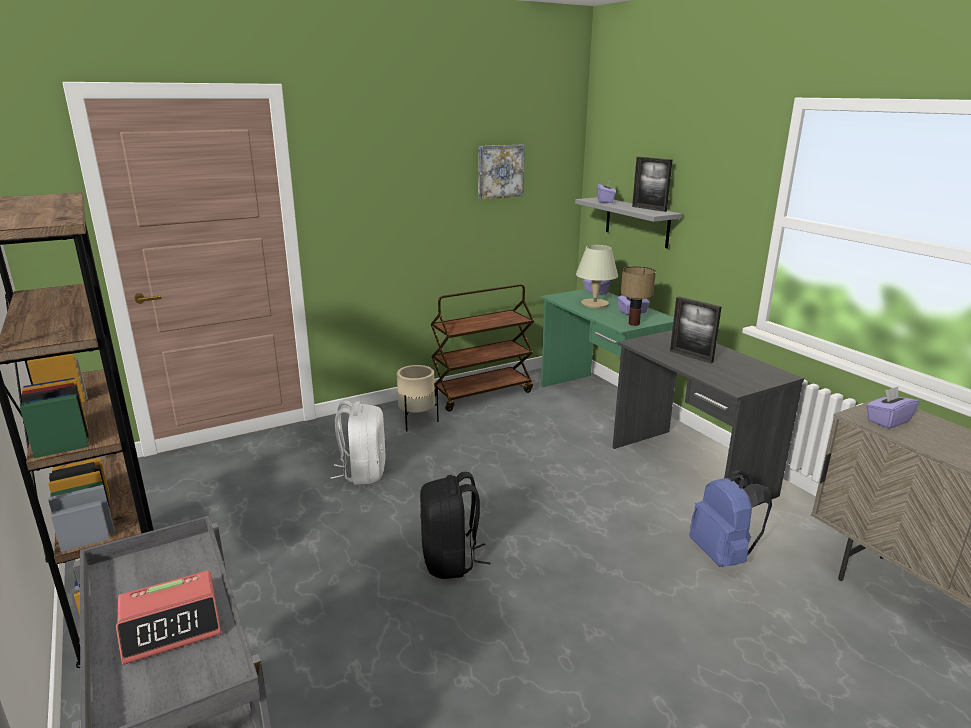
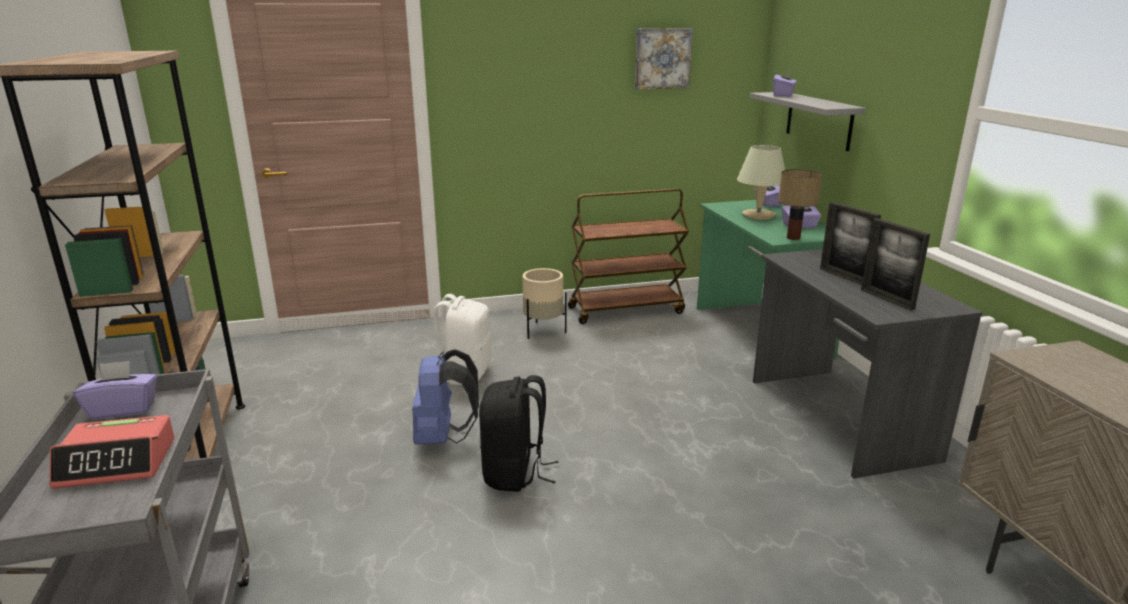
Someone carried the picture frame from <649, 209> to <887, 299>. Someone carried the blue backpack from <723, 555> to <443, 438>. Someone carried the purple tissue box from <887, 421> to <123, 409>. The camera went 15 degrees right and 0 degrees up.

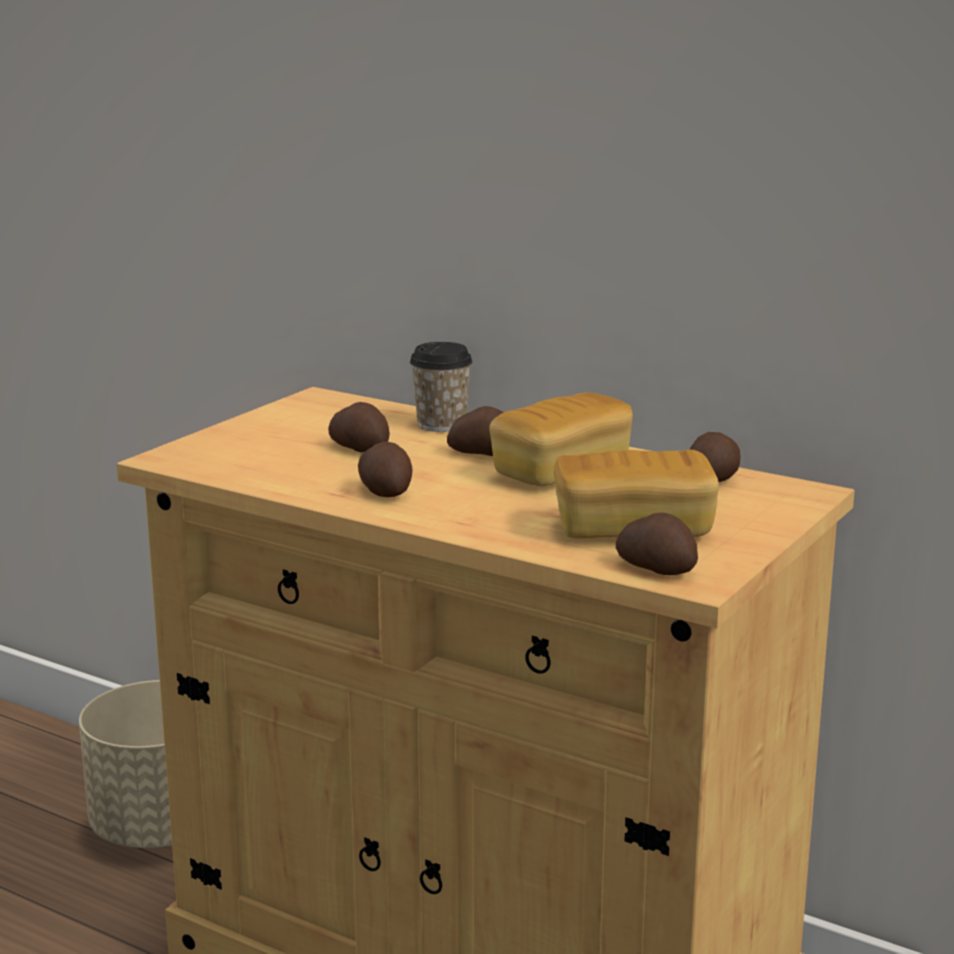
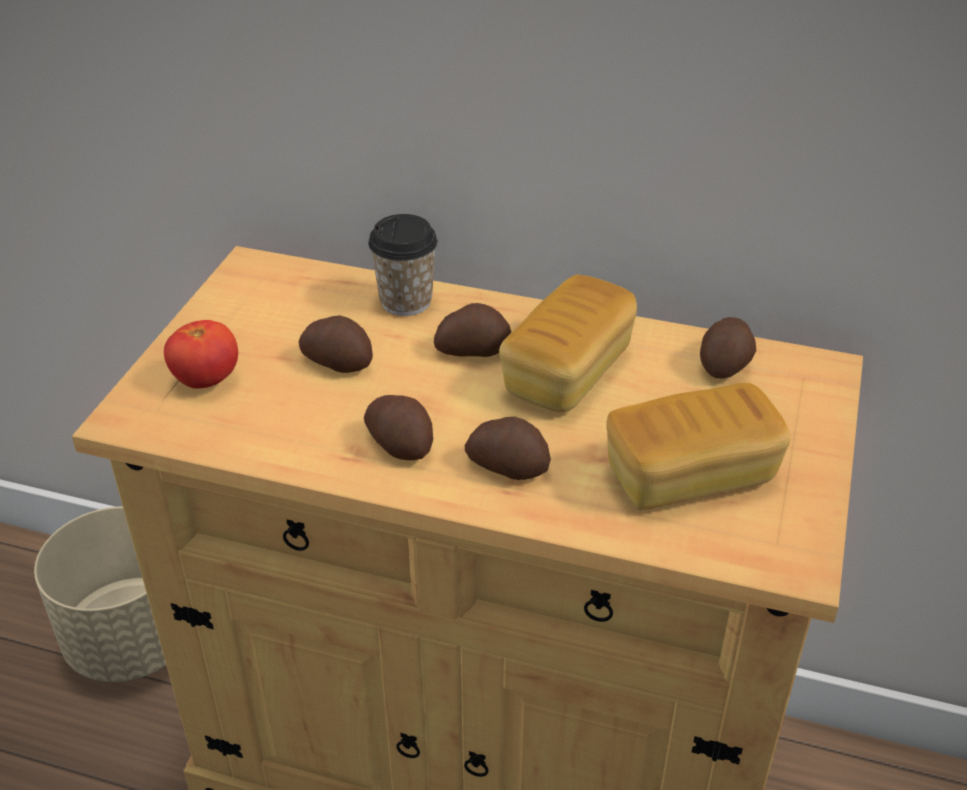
Someone put down the tomato at <206, 380>. Someone carried the potato from <657, 568> to <508, 465>. The camera went 15 degrees left and 20 degrees up.

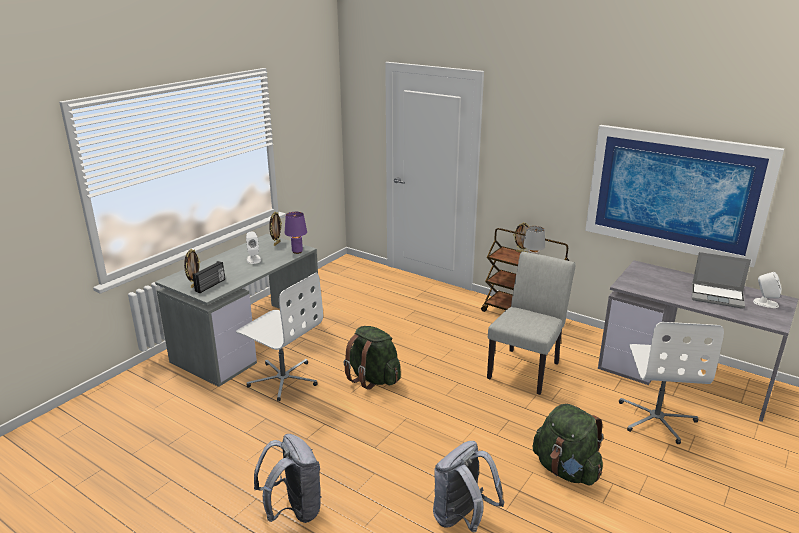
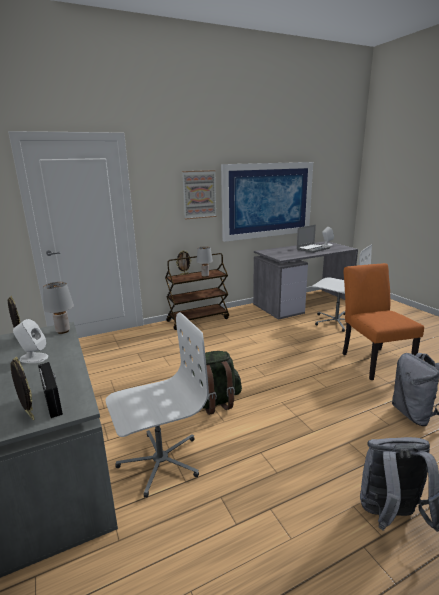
Someone took away the grey chair at <526, 367>. Someone put up the picture at <199, 194>. Someone swapped the green backpack at <566, 470> for the orange chair at <372, 360>. Someone repainted the purple table lamp at <297, 251>, which became the grey table lamp at <63, 331>. The camera went 60 degrees left and 5 degrees down.

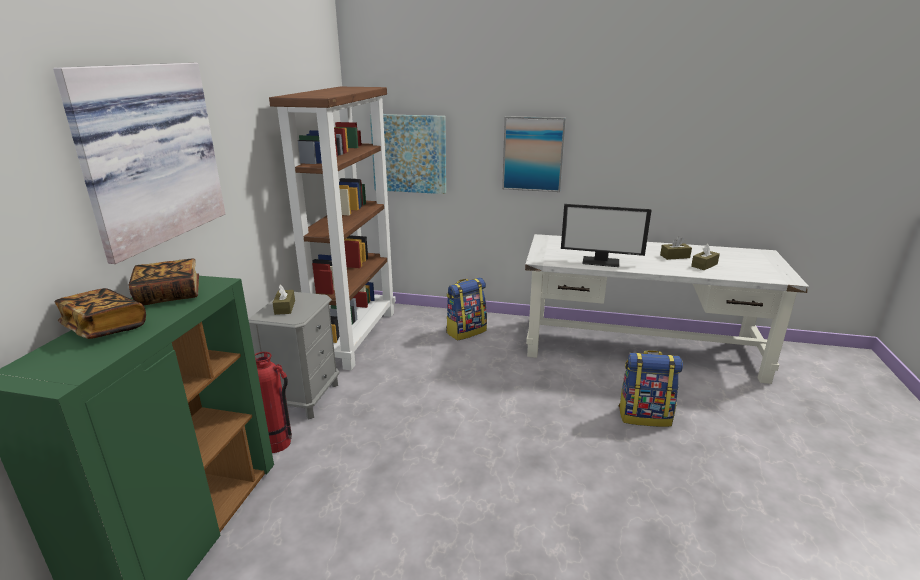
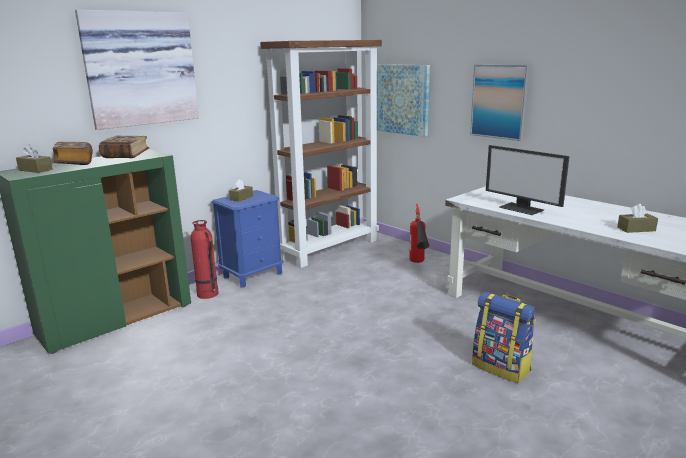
Someone carried the brown tissue box from <675, 256> to <35, 170>. Someone swapped the backpack at <466, 331> for the fire extinguisher at <418, 265>. Someone repainted the grey nightstand at <304, 397>, which became the blue nightstand at <253, 275>. The camera went 35 degrees right and 5 degrees down.

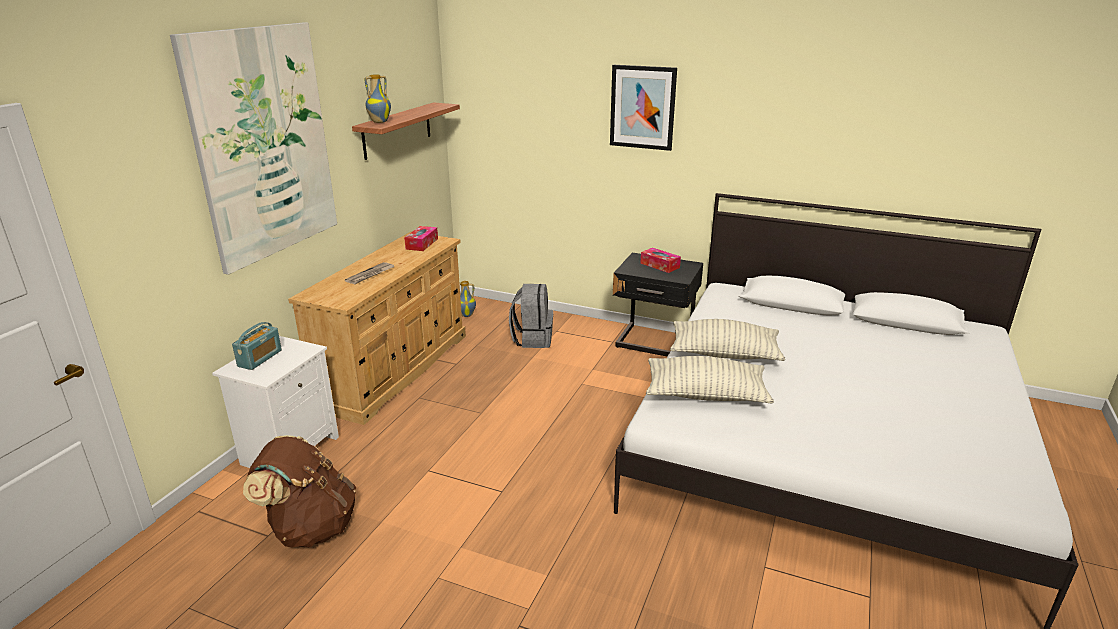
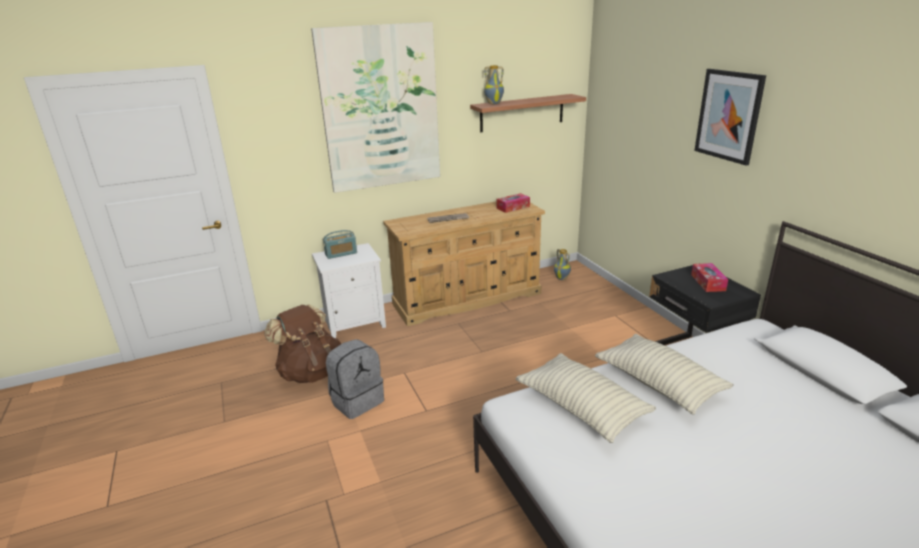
Someone carried the grey backpack from <532, 339> to <357, 401>. The camera went 45 degrees right and 0 degrees up.

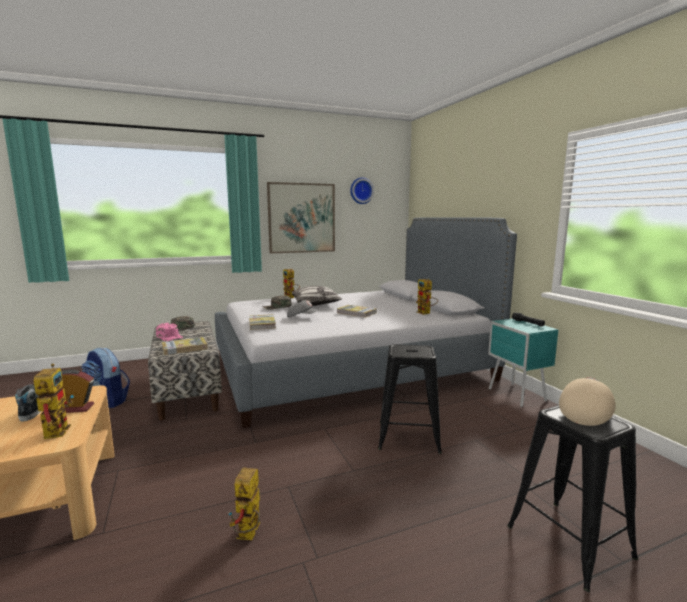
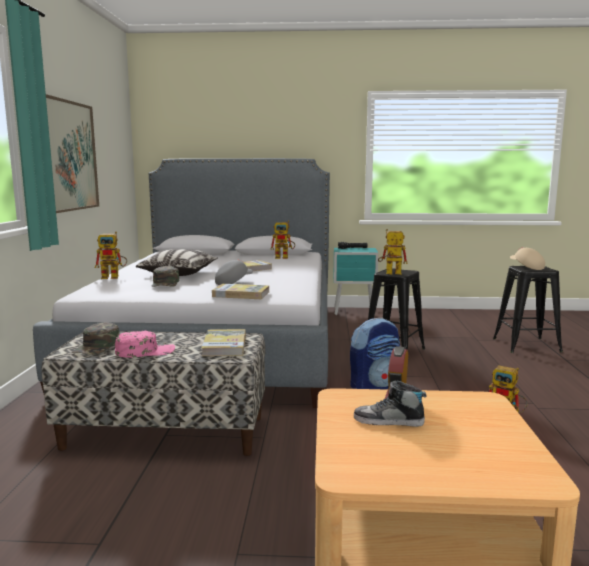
Someone took away the wall clock at <361, 190>. Someone carried the toy robot from <56, 429> to <389, 273>. Someone carried the backpack from <108, 401> to <374, 387>. The camera went 65 degrees left and 0 degrees up.

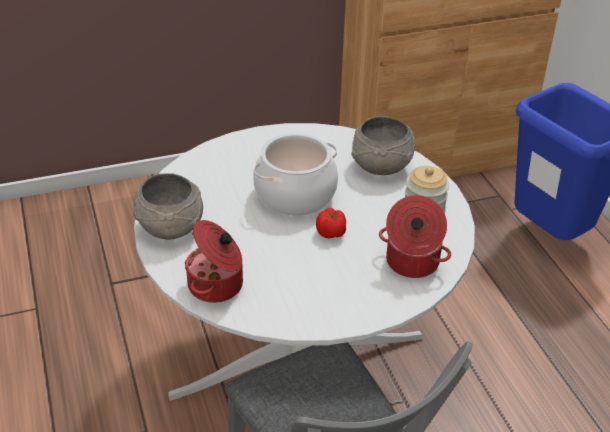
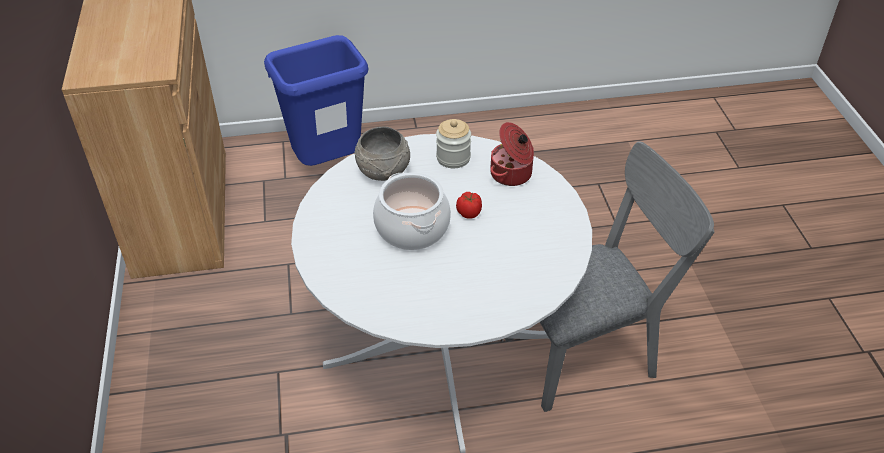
Someone took away the grey bowl at <170, 226>. Someone took away the cooking pot at <217, 285>. The camera went 80 degrees left and 5 degrees up.

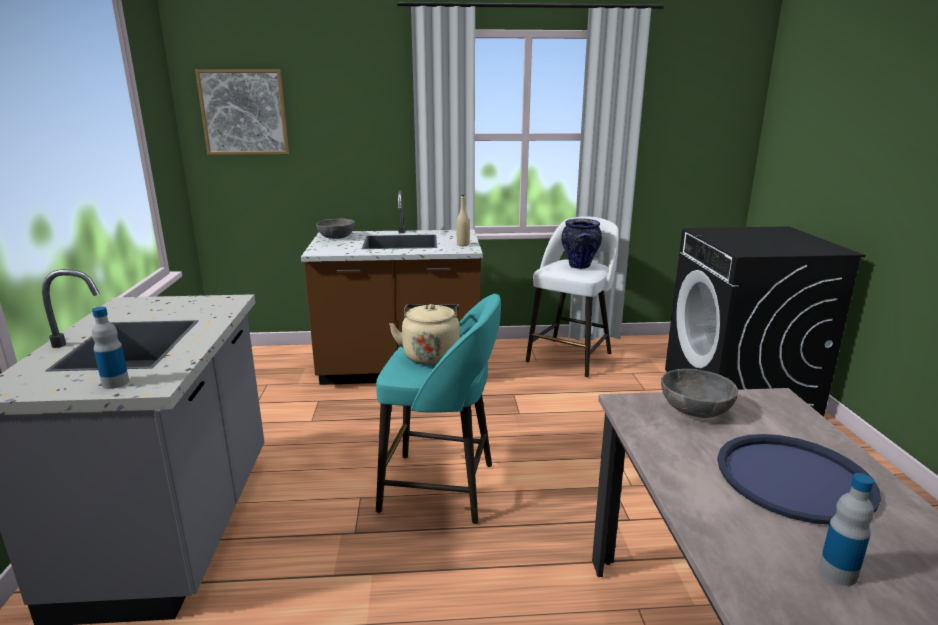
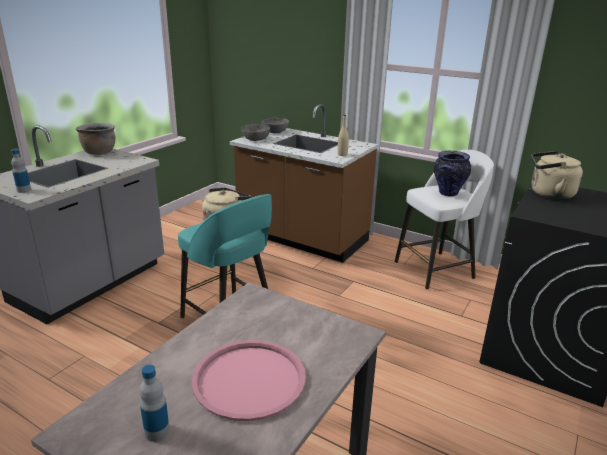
Someone took away the picture at <244, 112>. Someone put down the brown cooking pot at <99, 152>. Someone put down the beige kettle at <548, 194>. Someone carried the grey bowl from <695, 409> to <255, 139>. Someone repainted the blue tray at <793, 478>, which became the pink tray at <249, 379>. The camera went 35 degrees right and 5 degrees up.

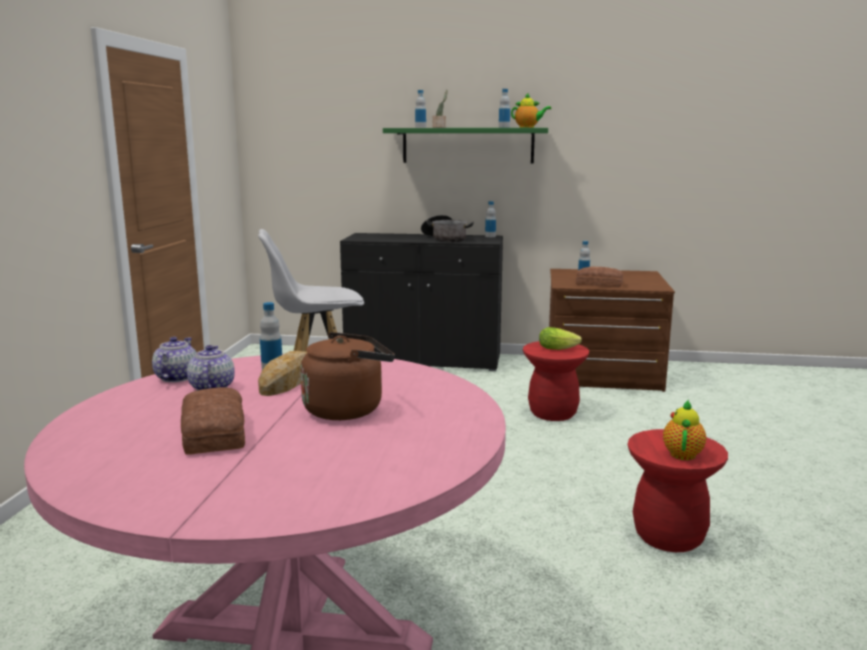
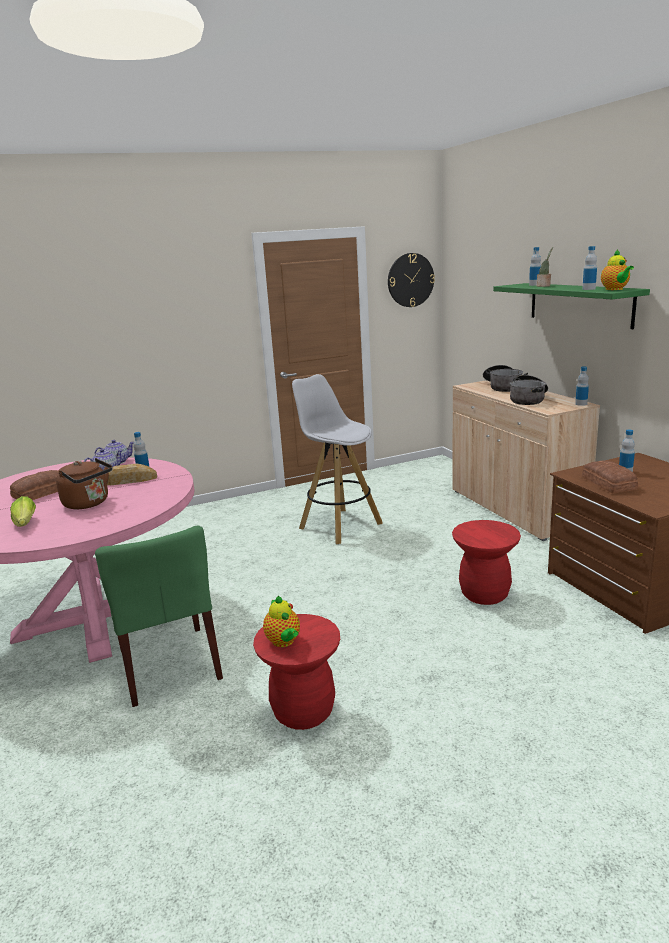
Someone put down the green chair at <170, 664>. Someone put up the wall clock at <410, 280>. Someone put down the cooking pot at <503, 387>. Someone carried the lettuce from <560, 348> to <25, 524>. Someone repainted the black cabinet at <423, 360>, which became the beige cabinet at <515, 508>. Someone rotated the teapot at <682, 453> by 75 degrees clockwise. The camera went 60 degrees right and 5 degrees up.

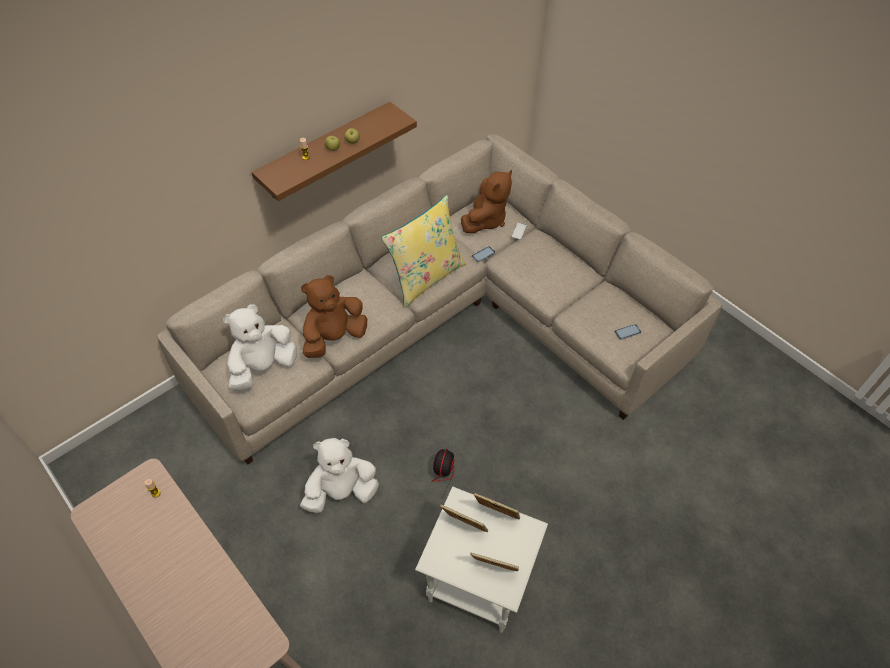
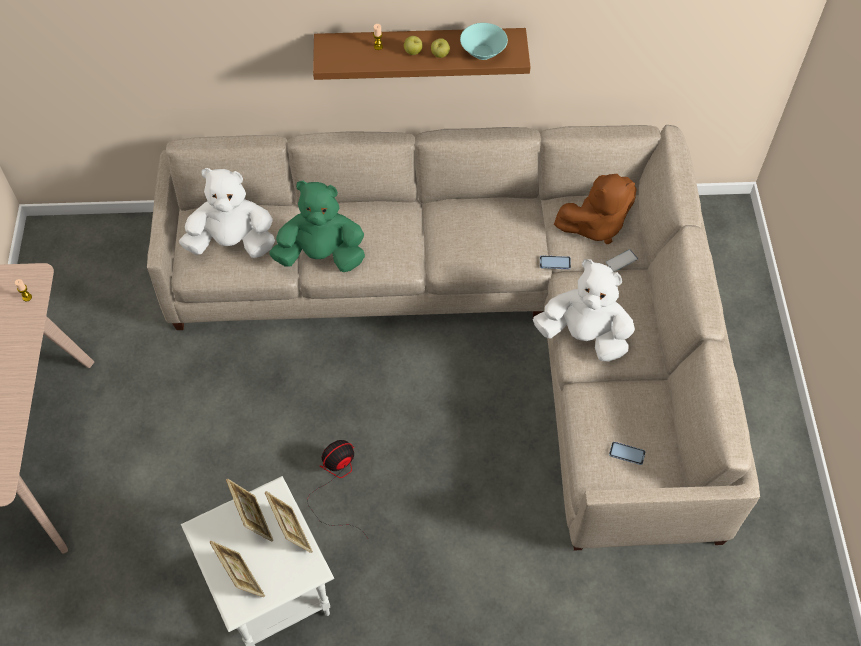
Someone took away the yellow pillow at <425, 277>. Someone put down the turquoise bowl at <482, 52>. Someone carried the white plush toy from <341, 492> to <584, 336>. Someone repainted the brown plush toy at <334, 338>, which became the green plush toy at <321, 255>. The camera went 40 degrees right and 5 degrees up.

